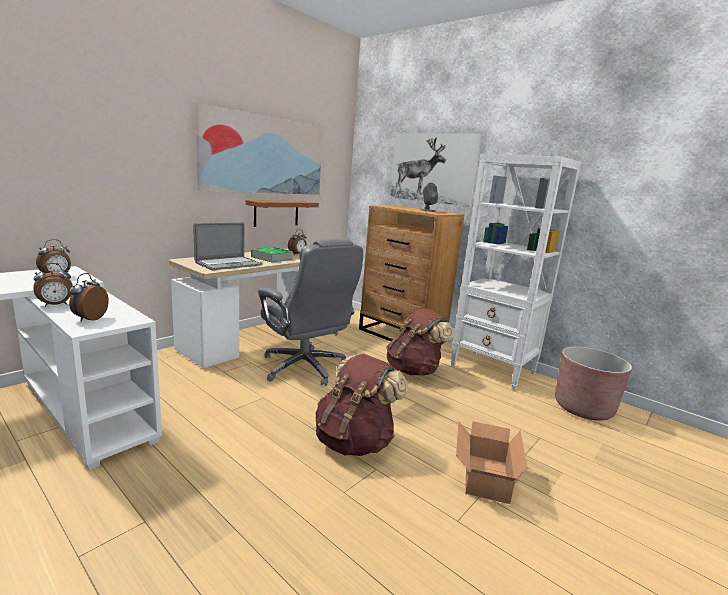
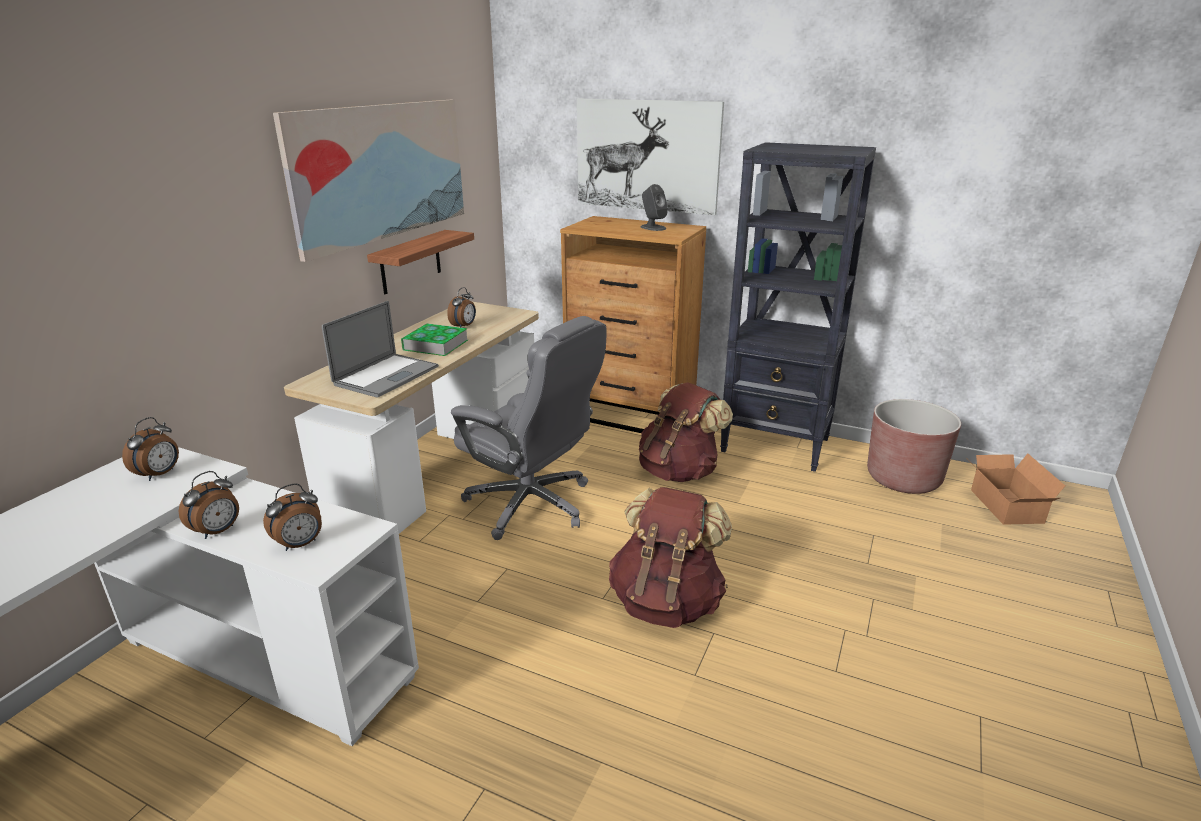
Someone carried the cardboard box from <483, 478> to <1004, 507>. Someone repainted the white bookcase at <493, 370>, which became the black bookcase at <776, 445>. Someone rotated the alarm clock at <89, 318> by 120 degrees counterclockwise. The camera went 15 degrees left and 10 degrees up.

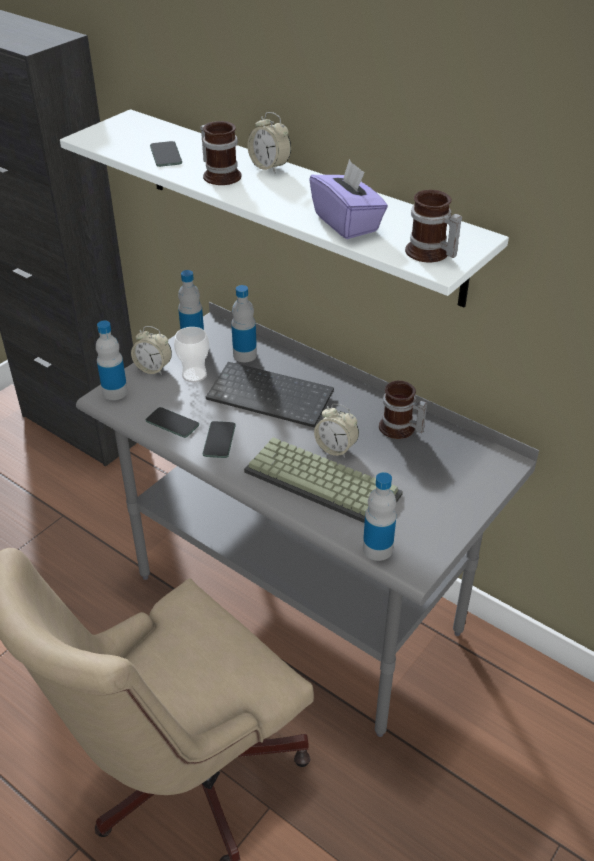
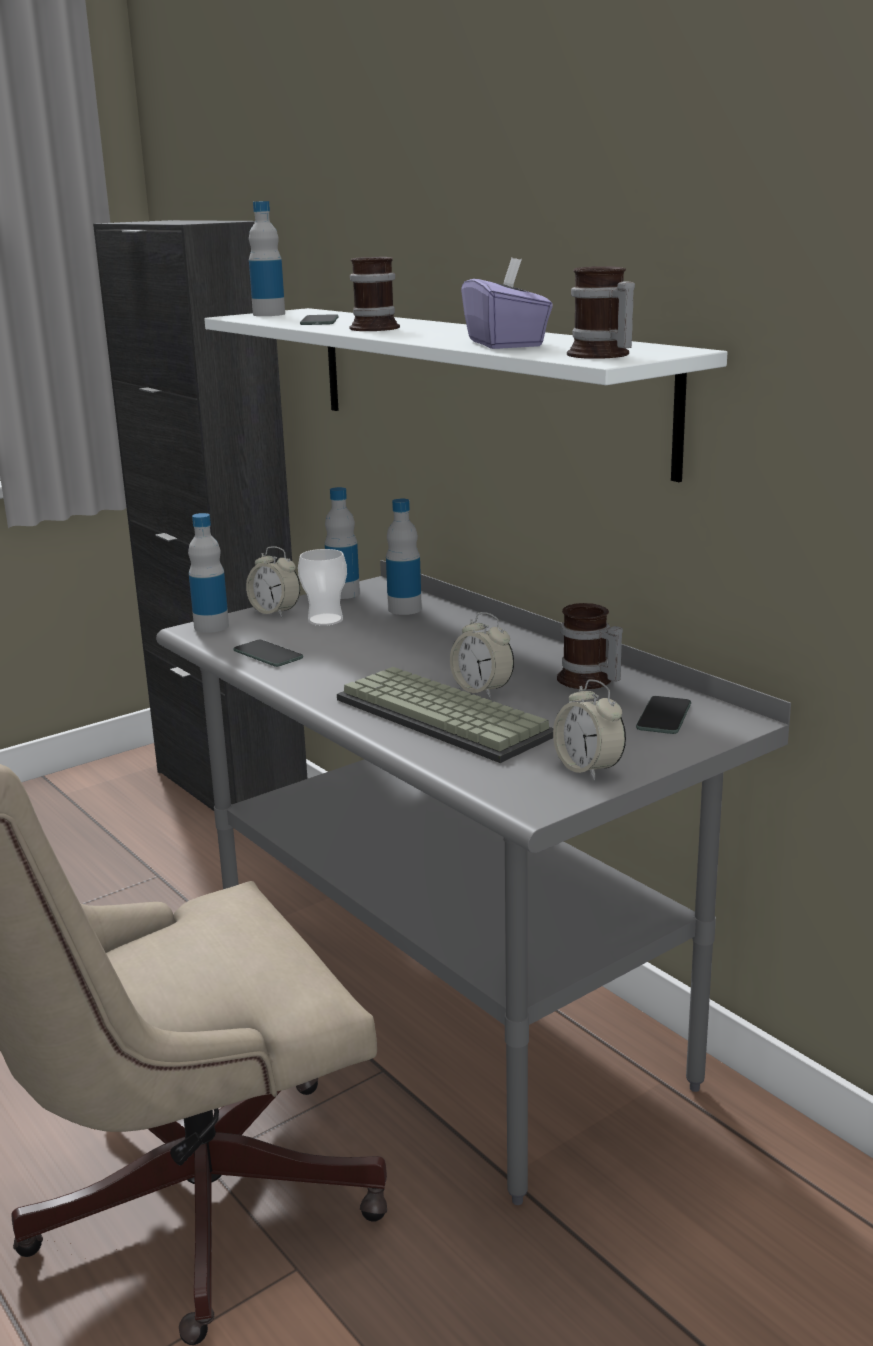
Someone took away the keyboard at <272, 396>. Someone carried the phone from <219, 440> to <664, 716>. Someone carried the alarm clock from <269, 167> to <588, 769>. Someone carried the bottle from <377, 549> to <269, 314>. The camera went 15 degrees right and 20 degrees down.

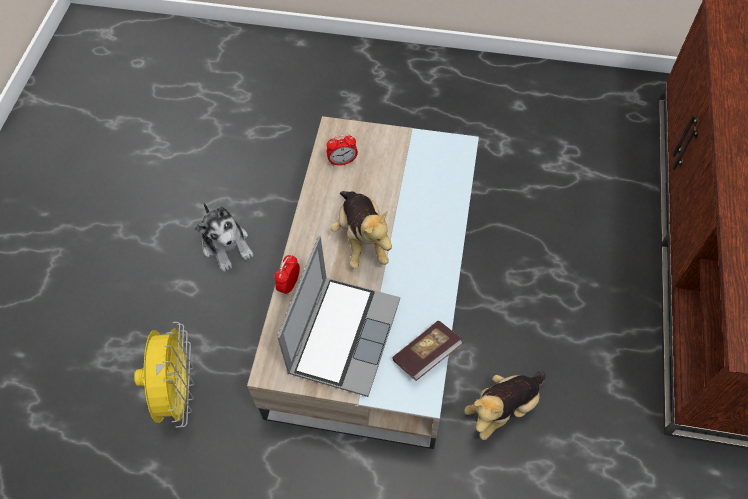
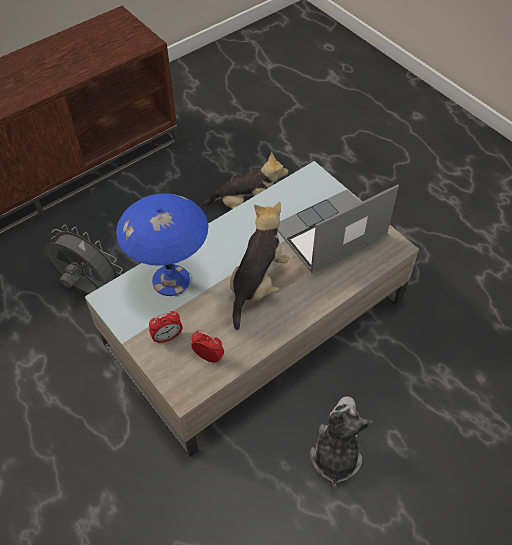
Someone took away the yellow fan at <178, 393>. Someone took away the book at <426, 355>. Someone put down the grey fan at <89, 290>. Someone put down the blue table lamp at <171, 281>. Someone carried the alarm clock from <289, 284> to <167, 337>. The camera went 140 degrees left and 5 degrees down.

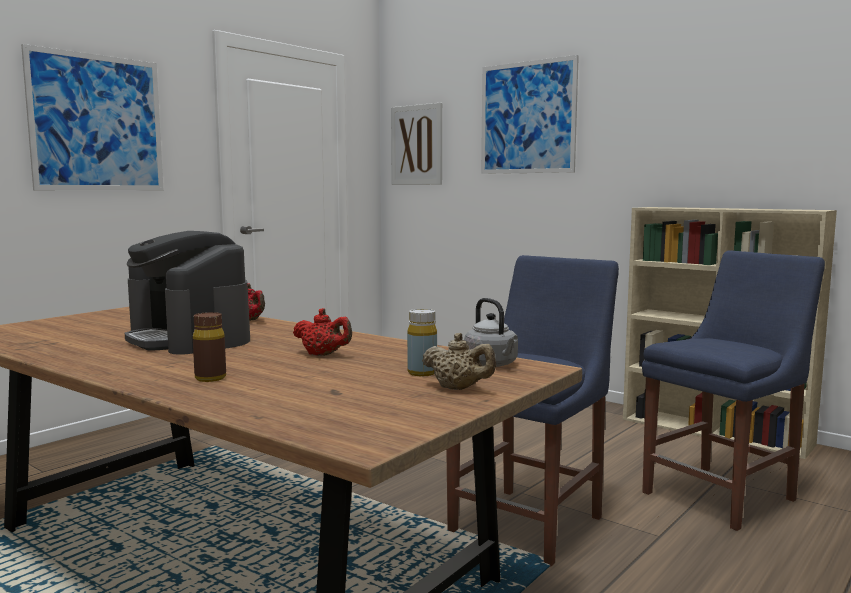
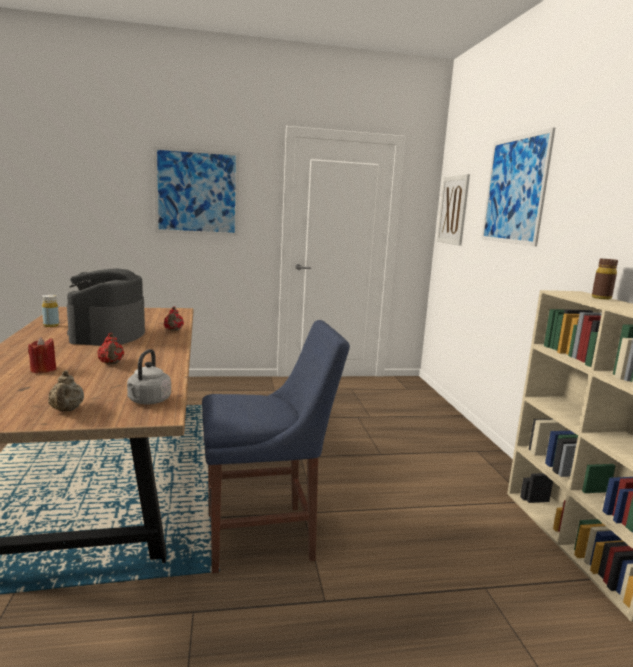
Someone took away the blue chair at <724, 494>. Someone put down the red candle at <43, 370>. Someone carried the brown bottle from <210, 378> to <601, 298>. Someone carried the yellow bottle from <422, 373> to <51, 325>. The camera went 40 degrees right and 5 degrees up.

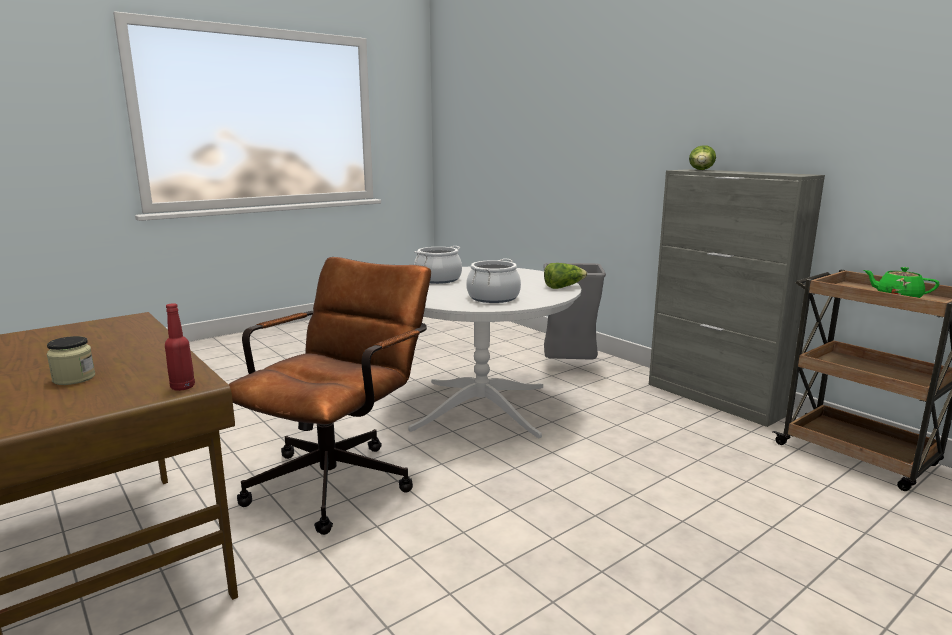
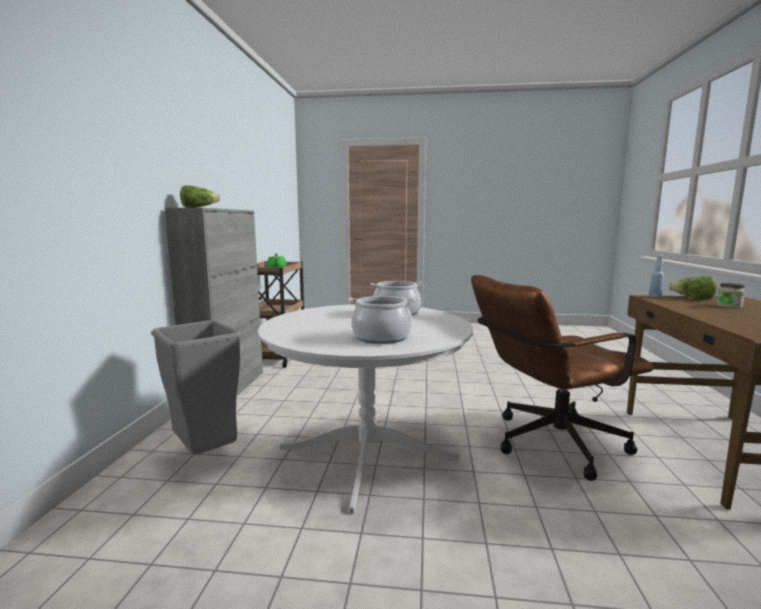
Someone carried the lettuce from <563, 287> to <693, 298>. Someone repainted the red bottle at <182, 387>, which became the blue bottle at <655, 296>. The camera went 135 degrees left and 5 degrees down.

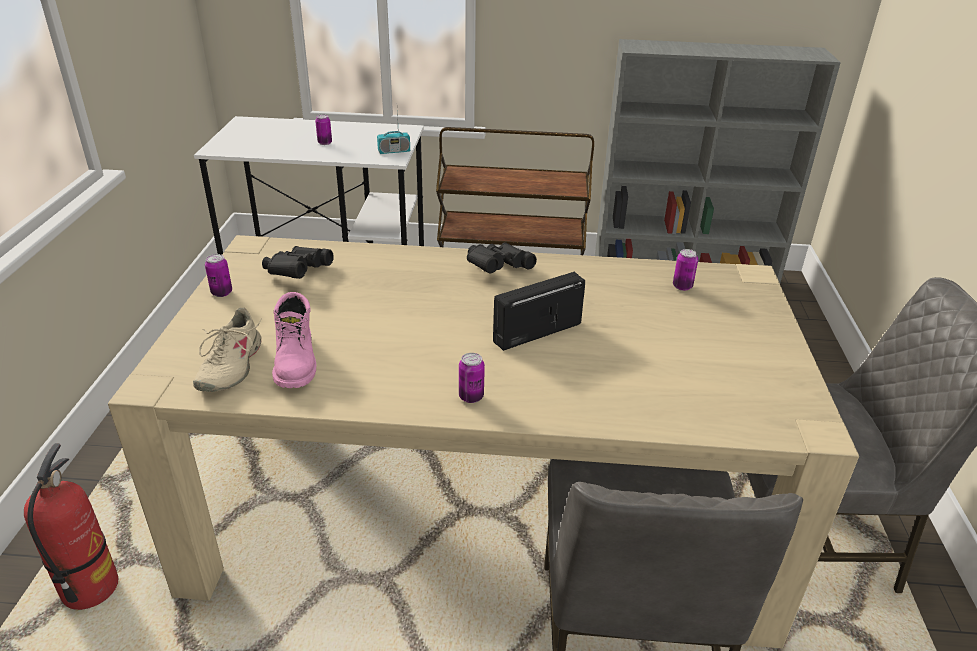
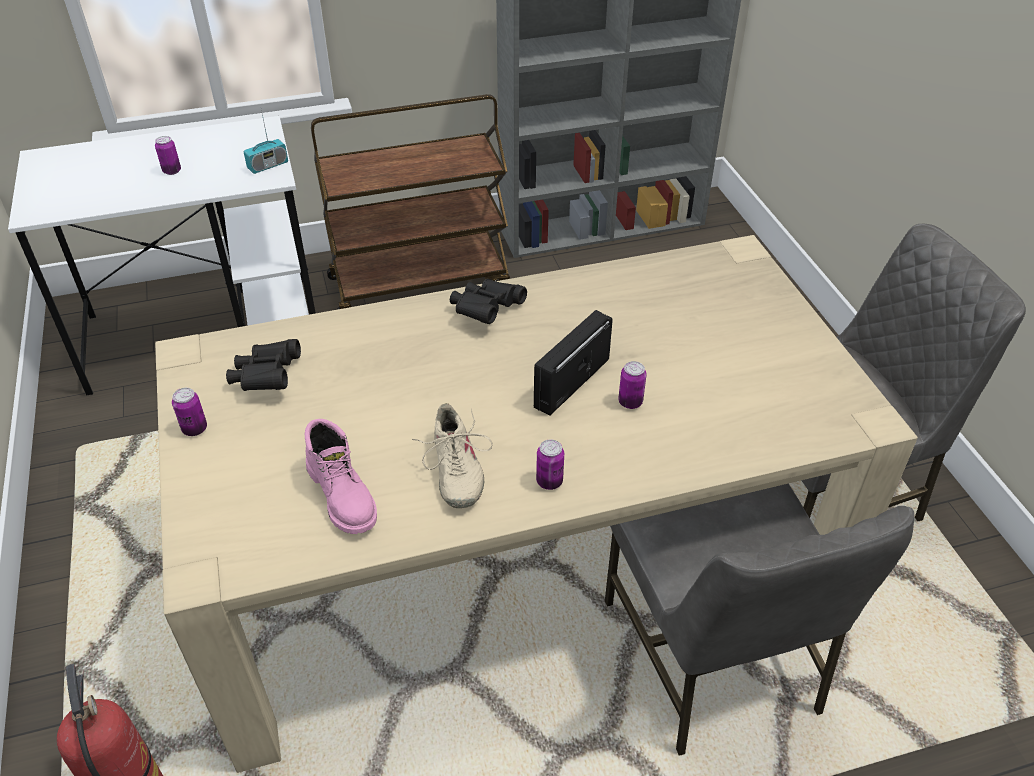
Someone carried the beige shoe from <230, 366> to <455, 470>. Someone carried the can from <682, 286> to <630, 402>. The camera went 20 degrees left and 10 degrees up.

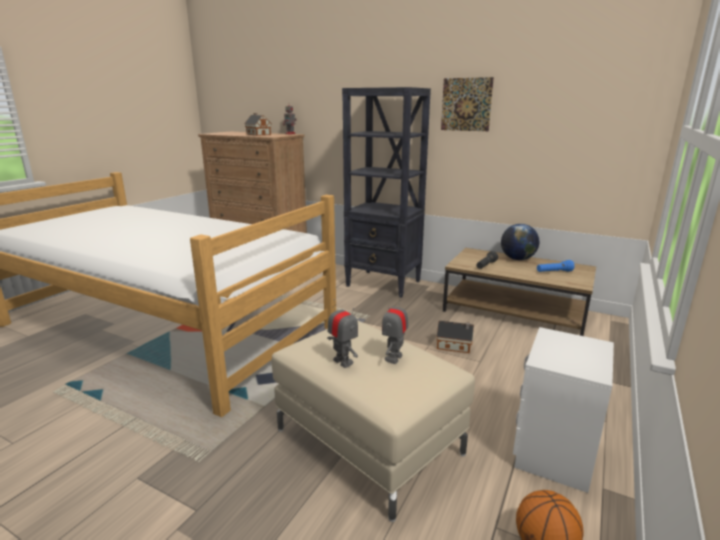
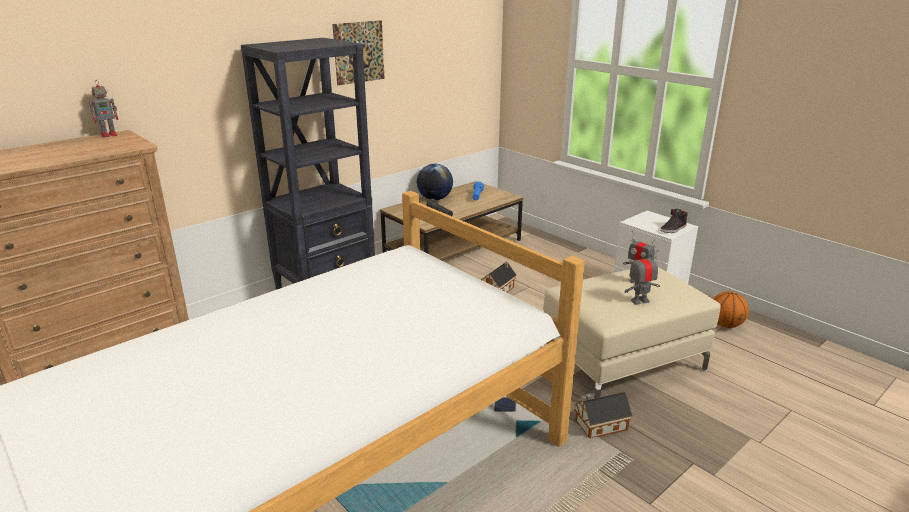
Someone put down the black shoe at <673, 229>. Someone carried the toy house from <258, 134> to <599, 425>. The camera went 70 degrees left and 5 degrees up.

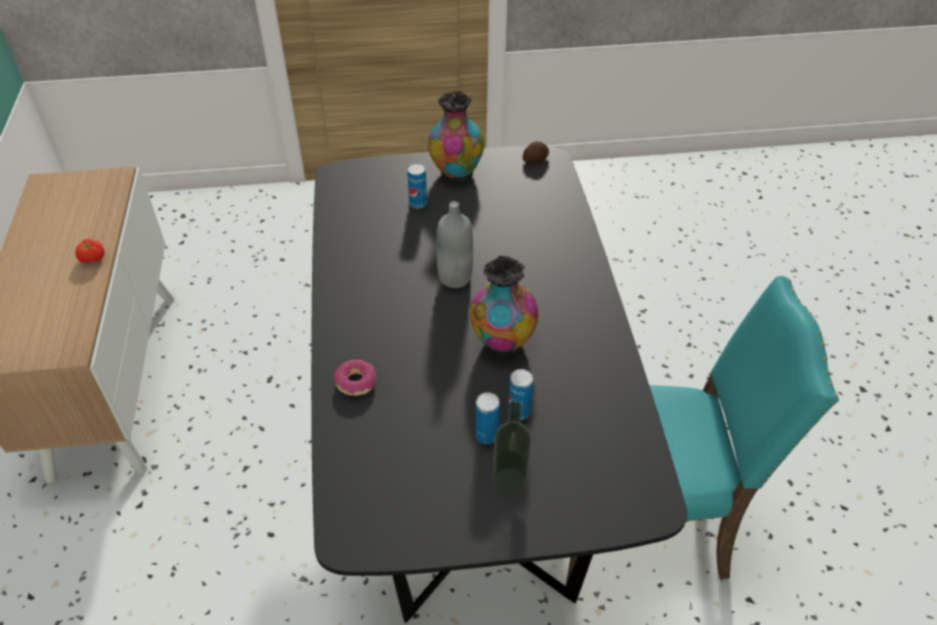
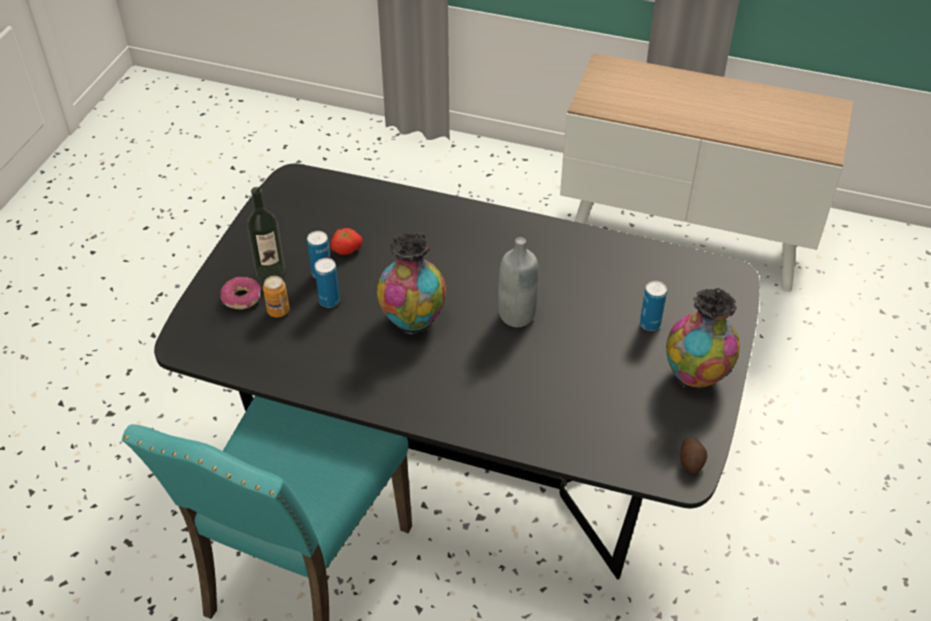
Someone put down the can at <278, 310>. Someone carried the tomato from <92, 258> to <346, 248>. Someone carried the donut from <356, 382> to <242, 298>. The camera went 115 degrees right and 0 degrees up.

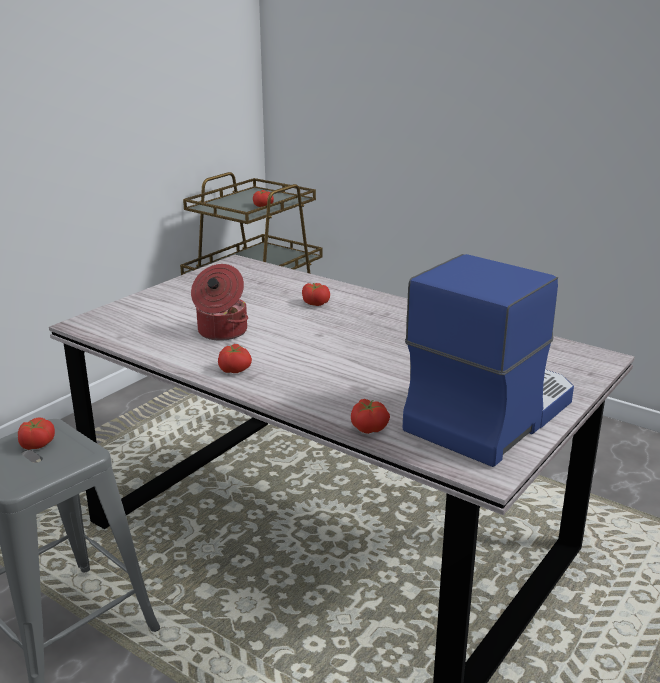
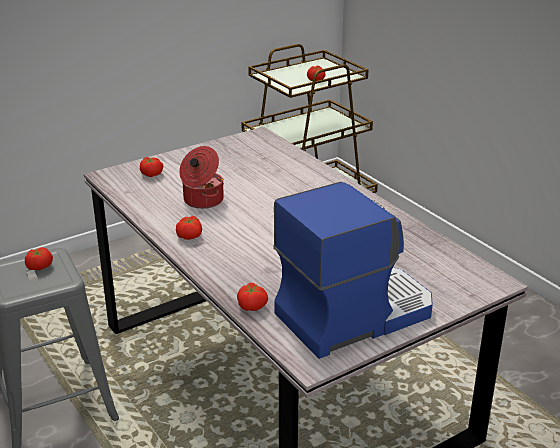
Someone carried the tomato from <316, 303> to <152, 174>. The camera went 20 degrees right and 5 degrees up.

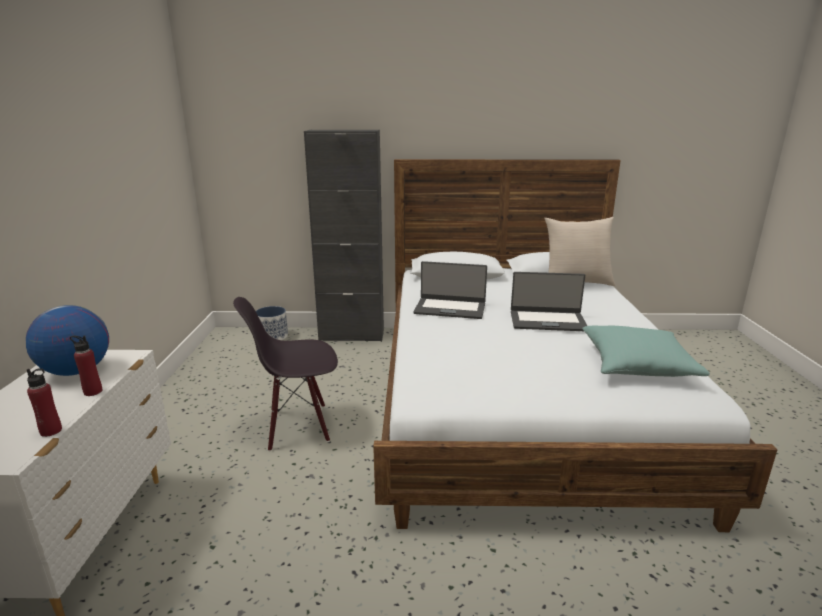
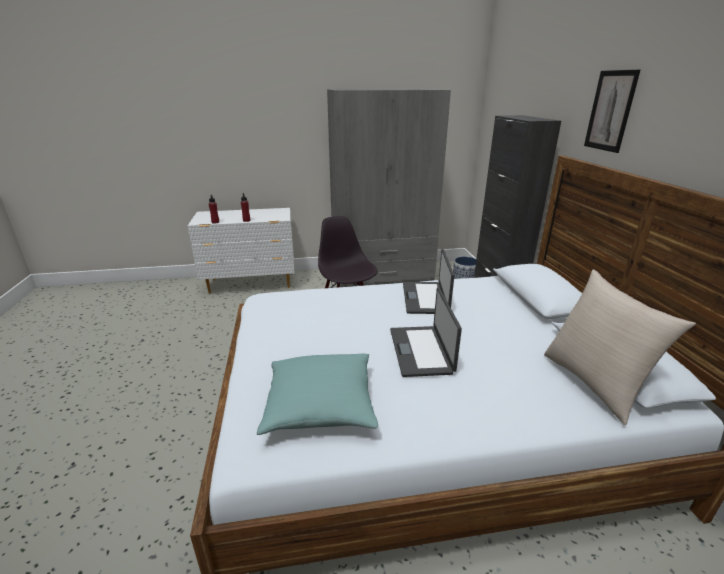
Someone took away the globe at <76, 371>. Someone put down the grey wardrobe at <382, 276>. Someone put up the picture at <610, 111>. The camera went 80 degrees right and 5 degrees up.

